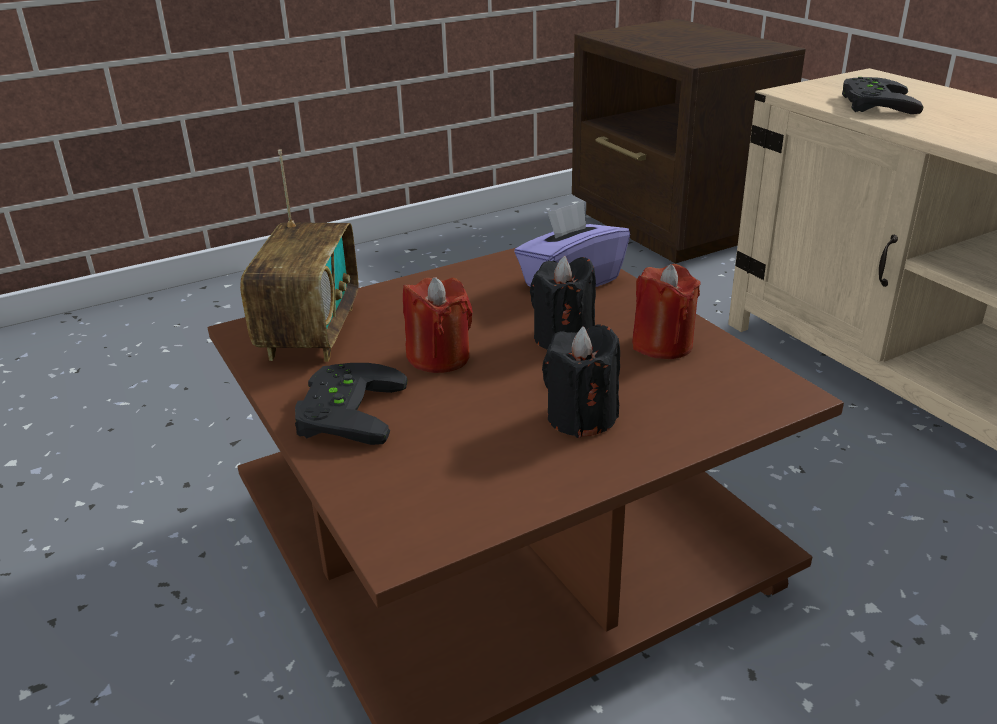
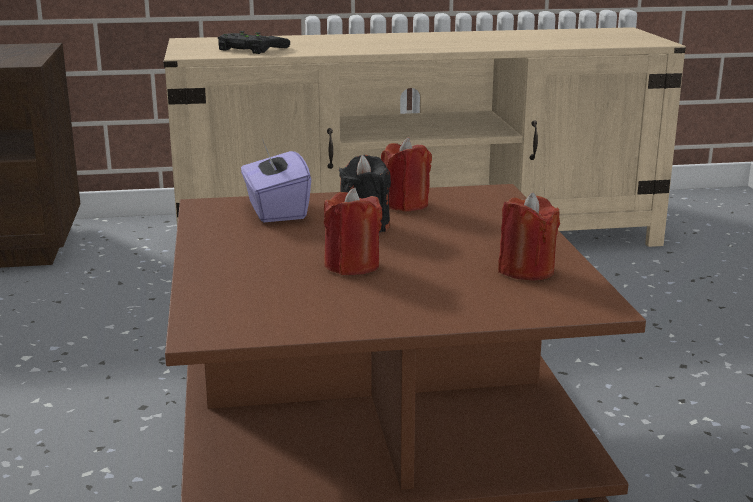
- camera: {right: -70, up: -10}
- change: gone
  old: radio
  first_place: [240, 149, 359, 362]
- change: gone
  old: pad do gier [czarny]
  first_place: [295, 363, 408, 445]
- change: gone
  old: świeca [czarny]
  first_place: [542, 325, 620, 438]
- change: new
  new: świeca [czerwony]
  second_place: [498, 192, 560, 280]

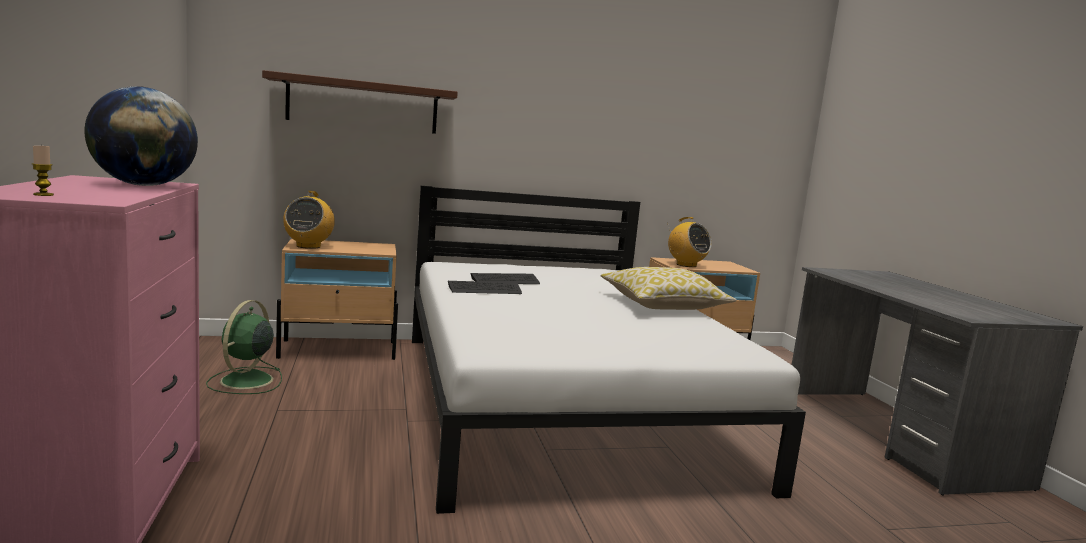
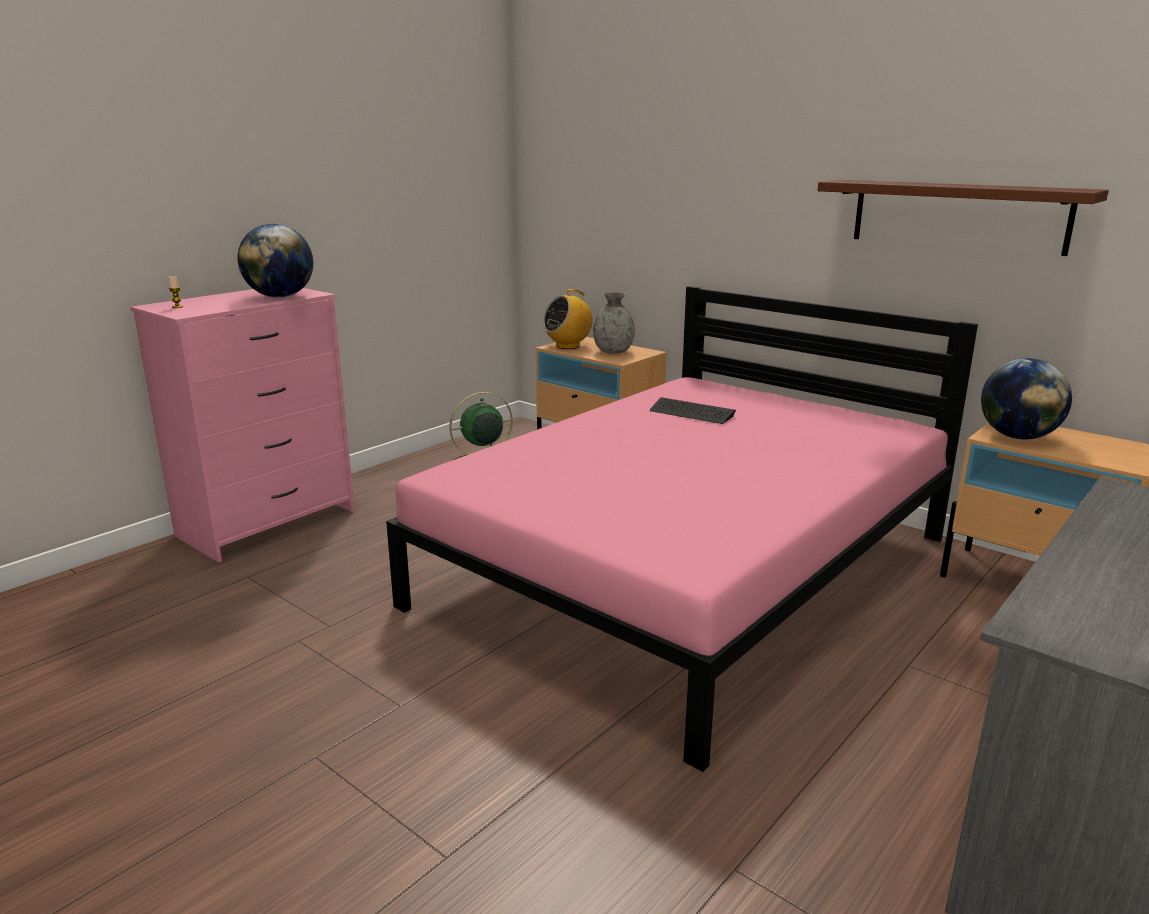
- camera: {right: 55, up: 10}
- change: shifted
  old: półka [brązowy]
  first_place: [262, 70, 458, 134]
  second_place: [818, 180, 1109, 256]
- change: repainted
  old: łóżko [biały]
  new: łóżko [różowy]
  first_place: [412, 186, 806, 514]
  second_place: [386, 286, 978, 772]
- change: gone
  old: klawiatura
  first_place: [448, 281, 522, 294]
- change: gone
  old: poduszka
  first_place: [601, 267, 737, 310]
- change: swapped
  old: radio
  new: globus
  first_place: [668, 217, 712, 267]
  second_place: [981, 358, 1072, 439]
- change: new
  new: wazon [szary]
  second_place: [593, 292, 635, 354]

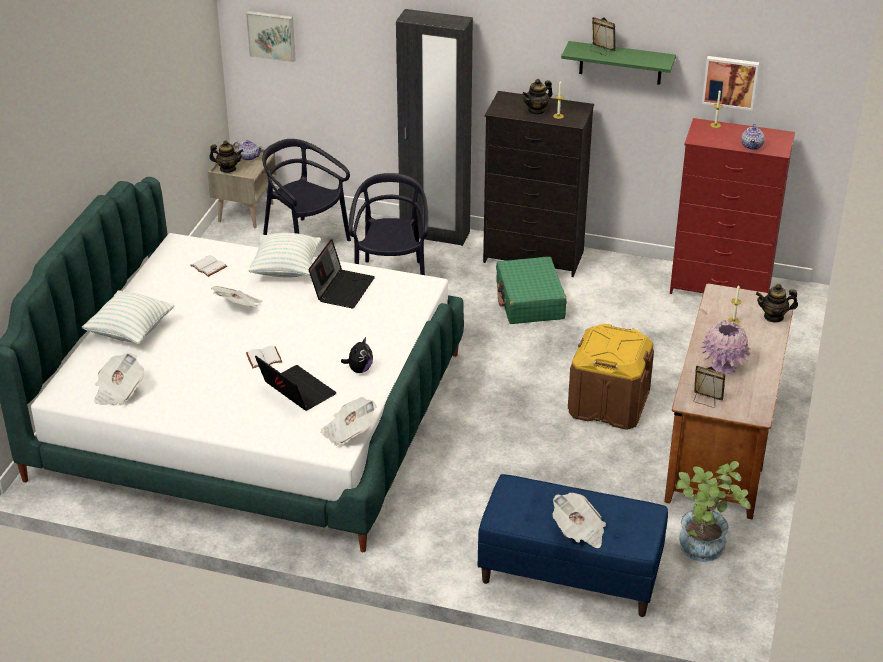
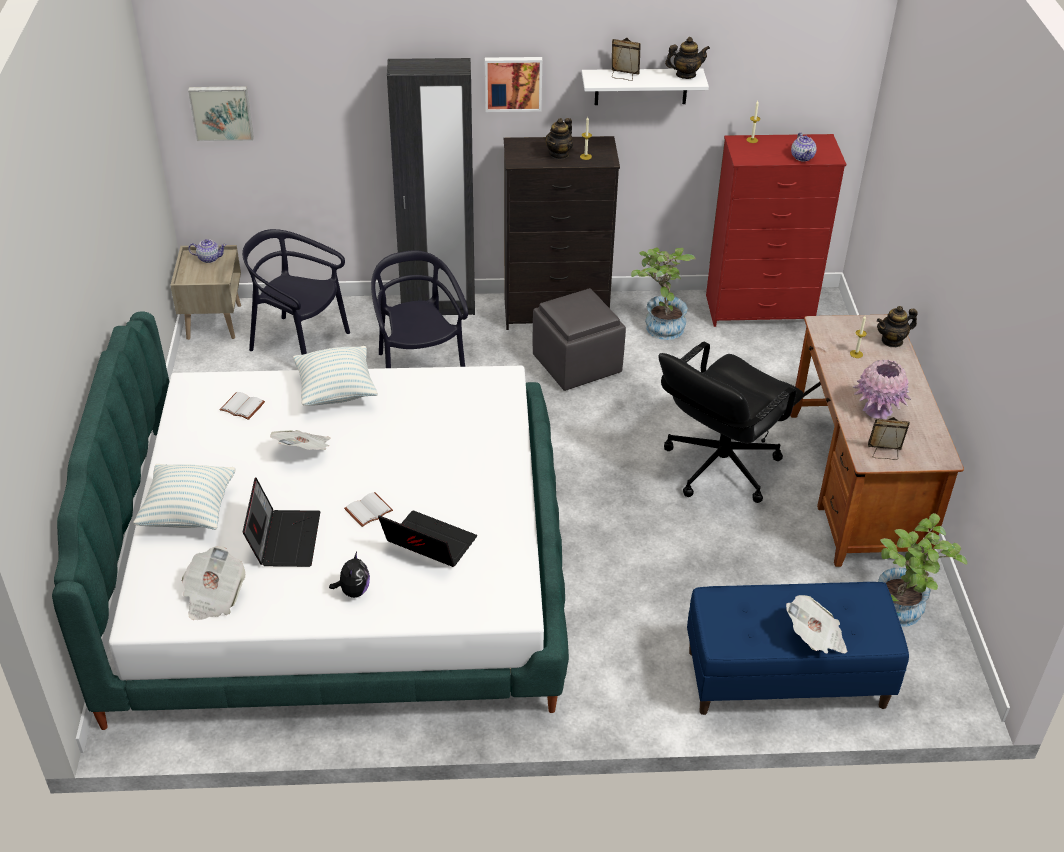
- camera: {right: -20, up: 5}
- change: shifted
  old: imbryk
  first_place: [209, 140, 243, 173]
  second_place: [665, 37, 710, 79]
- change: shifted
  old: laptop
  first_place: [308, 239, 375, 308]
  second_place: [243, 478, 321, 567]
- change: gone
  old: gazeta
  first_place: [321, 397, 377, 446]
- change: shifted
  old: pluszak
  first_place: [341, 337, 373, 373]
  second_place: [329, 552, 370, 598]
- change: swapped
  old: walizka [zielony]
  new: pufa [szary]
  first_place: [496, 257, 567, 324]
  second_place: [533, 288, 626, 391]
- change: repainted
  old: półka [zielony]
  new: półka [biały]
  first_place: [561, 41, 676, 85]
  second_place: [582, 69, 709, 105]
- change: swapped
  old: pojemnik do przechowywania [brązowy]
  new: krzesło biurowe [czarny]
  first_place: [568, 324, 654, 430]
  second_place: [658, 341, 804, 503]
- change: shifted
  old: obraz
  first_place: [702, 56, 759, 111]
  second_place: [485, 57, 542, 112]
- change: new
  new: roślina doniczkowa
  second_place: [631, 247, 696, 340]

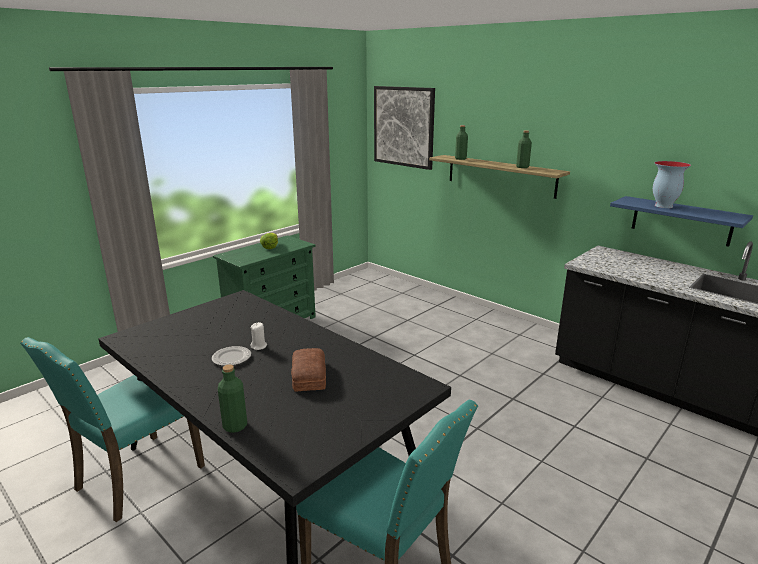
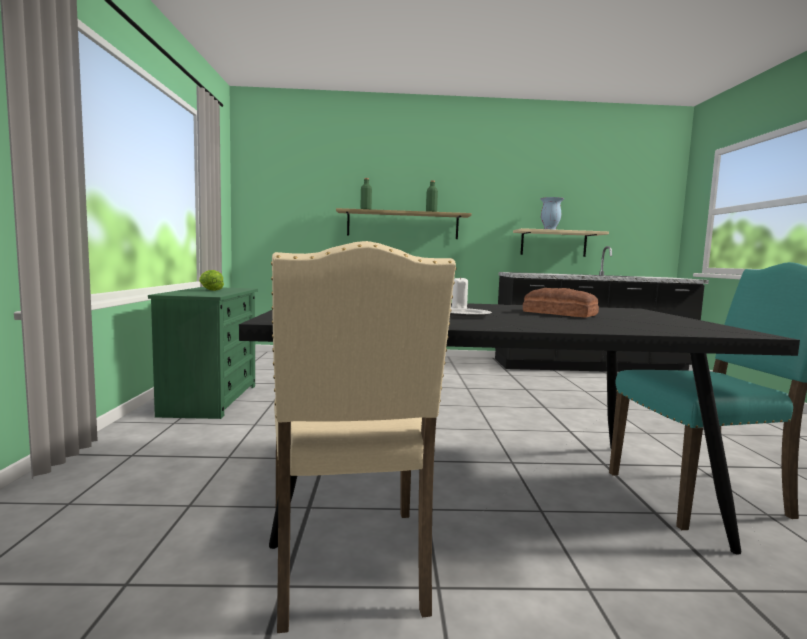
- camera: {right: -45, up: -15}
- change: repainted
  old: krzesło [turkusowy]
  new: krzesło [beżowy]
  first_place: [20, 337, 205, 522]
  second_place: [271, 241, 456, 633]
- change: gone
  old: butelka [zielony]
  first_place: [218, 364, 247, 433]
- change: gone
  old: obraz
  first_place: [374, 86, 435, 170]
- change: repainted
  old: półka [niebieski]
  new: półka [beżowy]
  first_place: [610, 196, 753, 247]
  second_place: [513, 228, 609, 257]

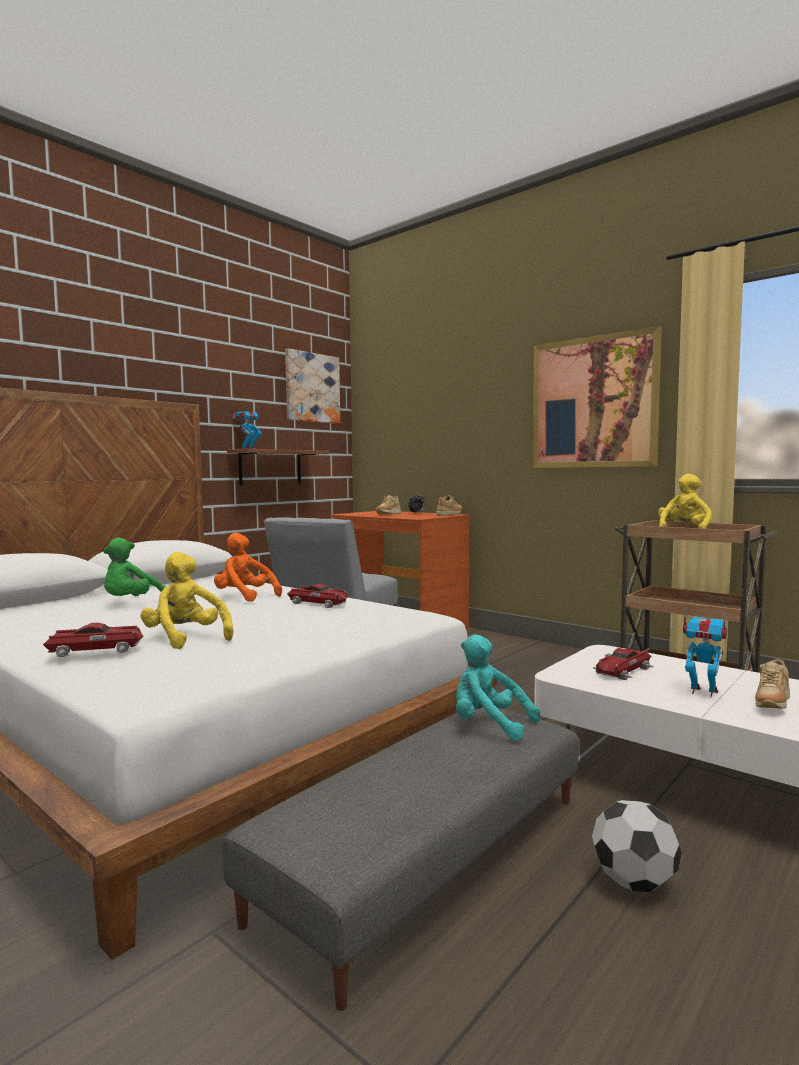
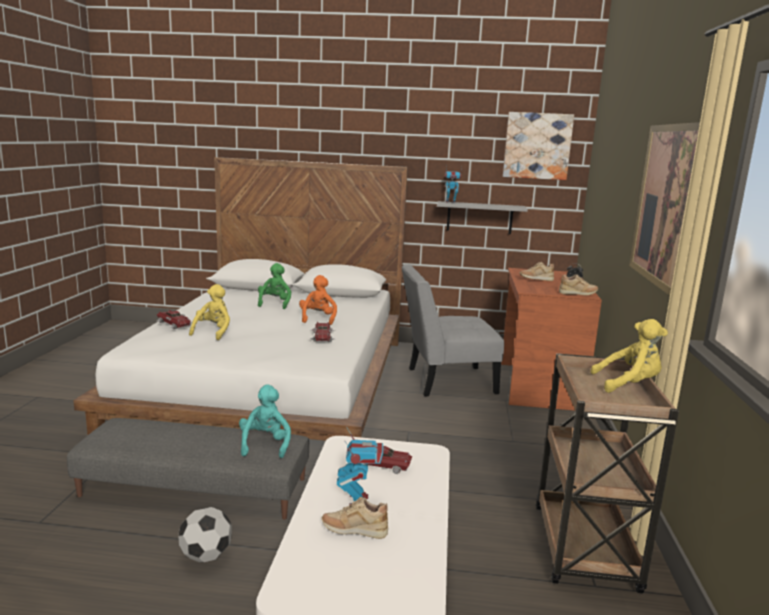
- camera: {right: 55, up: 10}
- change: rotated
  old: pluszak [zielony]
  first_place: [103, 538, 166, 596]
  second_place: [258, 263, 291, 309]
  degrees: 105
- change: repainted
  old: półka [brązowy]
  new: półka [szary]
  first_place: [227, 449, 329, 485]
  second_place: [437, 201, 528, 234]

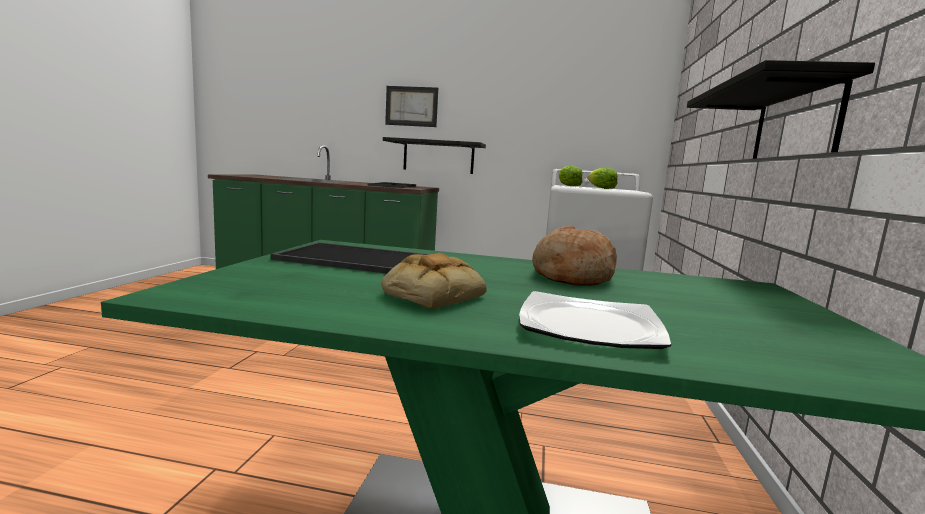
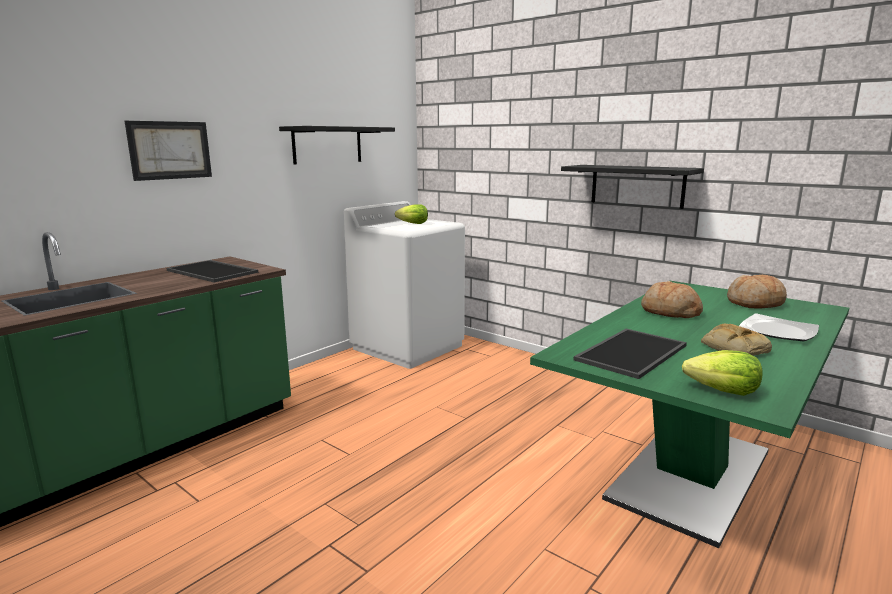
- camera: {right: -60, up: 5}
- change: shifted
  old: półka [czarny]
  first_place: [383, 137, 486, 174]
  second_place: [279, 126, 395, 164]
- change: shifted
  old: sałata
  first_place: [558, 166, 583, 186]
  second_place: [682, 350, 763, 396]
- change: new
  new: chleb
  second_place: [727, 275, 787, 308]

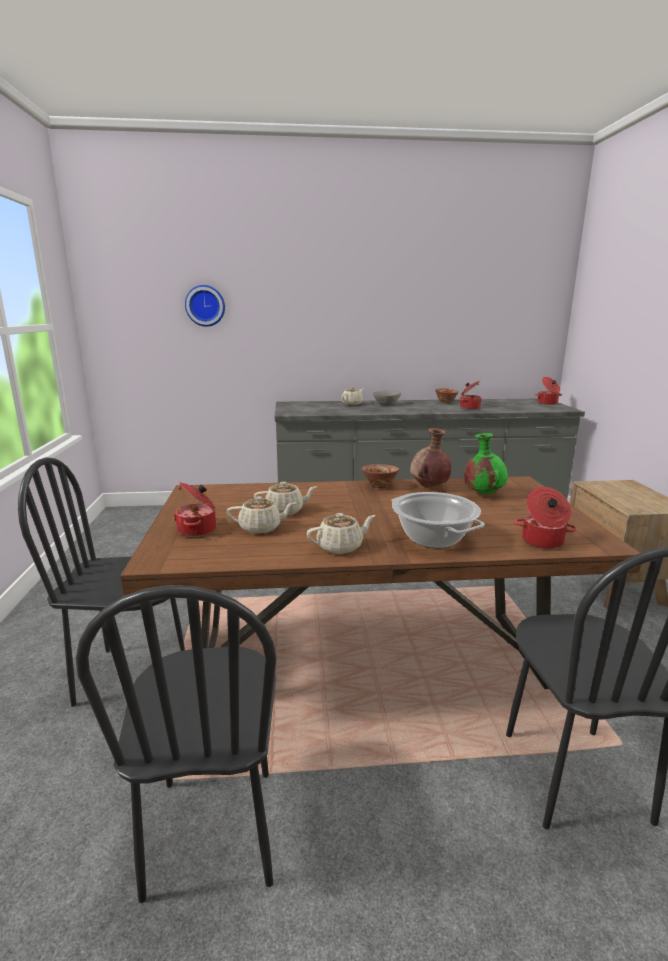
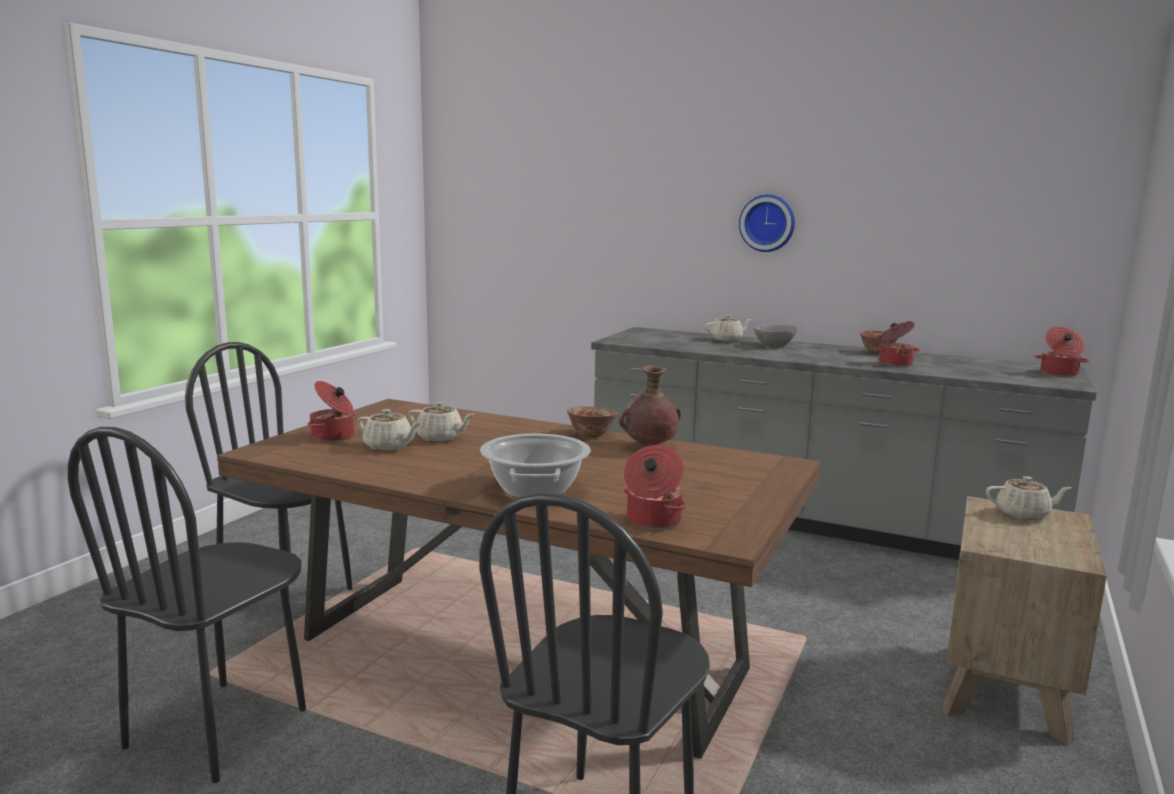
- camera: {right: 30, up: -5}
- change: shifted
  old: zegar ścienny
  first_place: [185, 285, 225, 327]
  second_place: [739, 194, 795, 252]
- change: shifted
  old: imbryk [beżowy]
  first_place: [306, 513, 376, 554]
  second_place: [986, 476, 1072, 520]
- change: gone
  old: wazon [zielony]
  first_place: [464, 433, 508, 494]

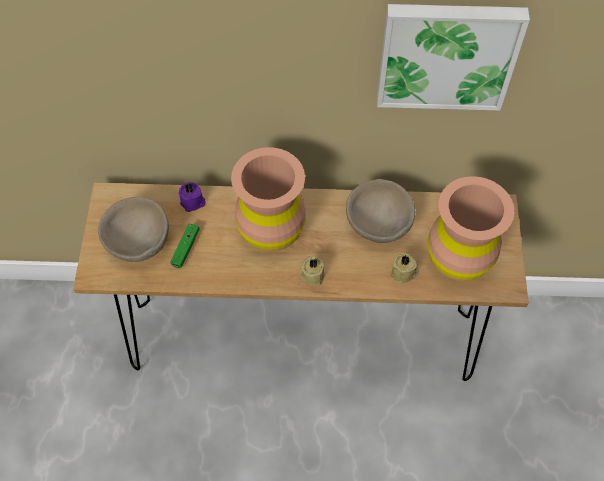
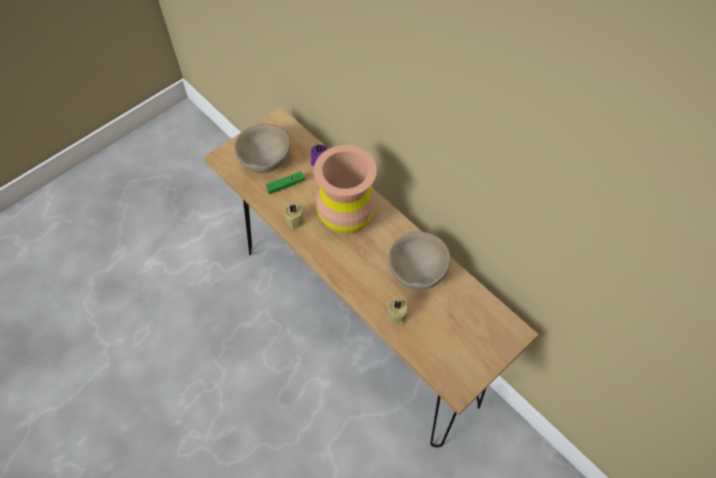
- camera: {right: 45, up: 0}
- change: shifted
  old: świeca [beżowy]
  first_place: [301, 256, 325, 286]
  second_place: [284, 204, 304, 229]
- change: gone
  old: obraz
  first_place: [377, 4, 530, 111]
- change: gone
  old: wazon [brązowy]
  first_place: [428, 176, 514, 281]

